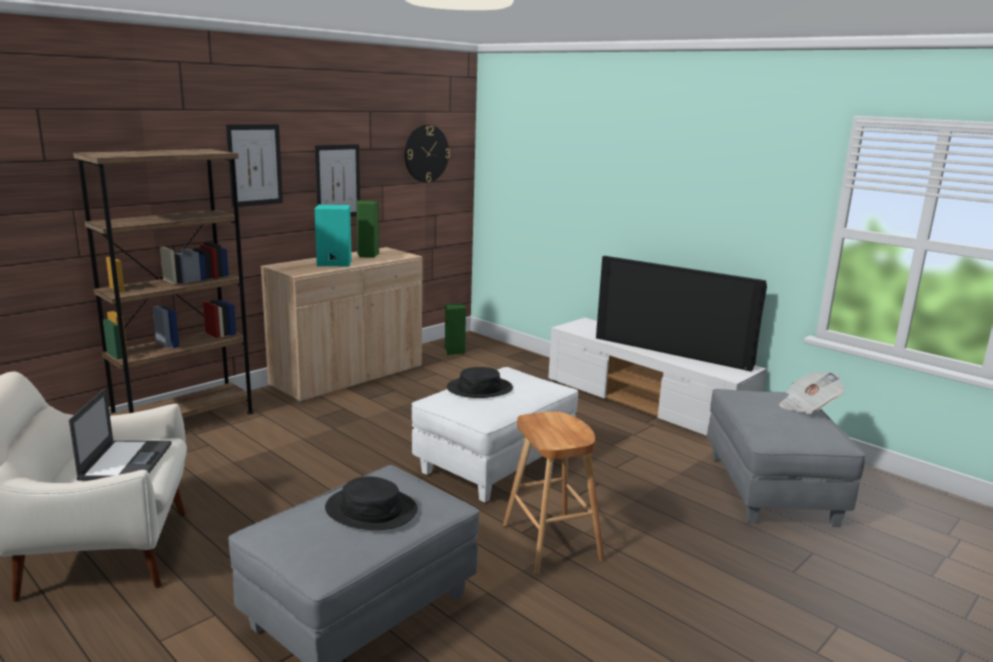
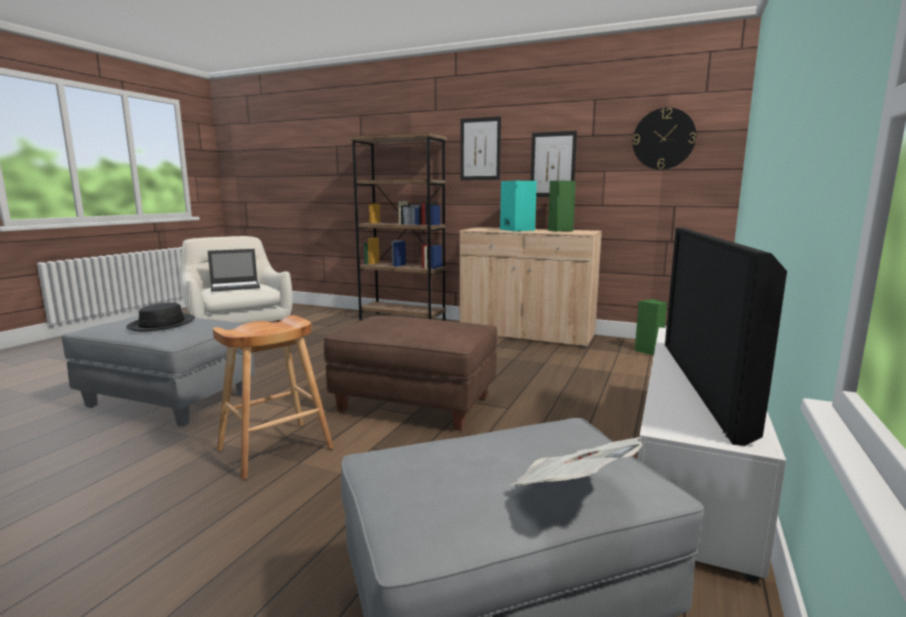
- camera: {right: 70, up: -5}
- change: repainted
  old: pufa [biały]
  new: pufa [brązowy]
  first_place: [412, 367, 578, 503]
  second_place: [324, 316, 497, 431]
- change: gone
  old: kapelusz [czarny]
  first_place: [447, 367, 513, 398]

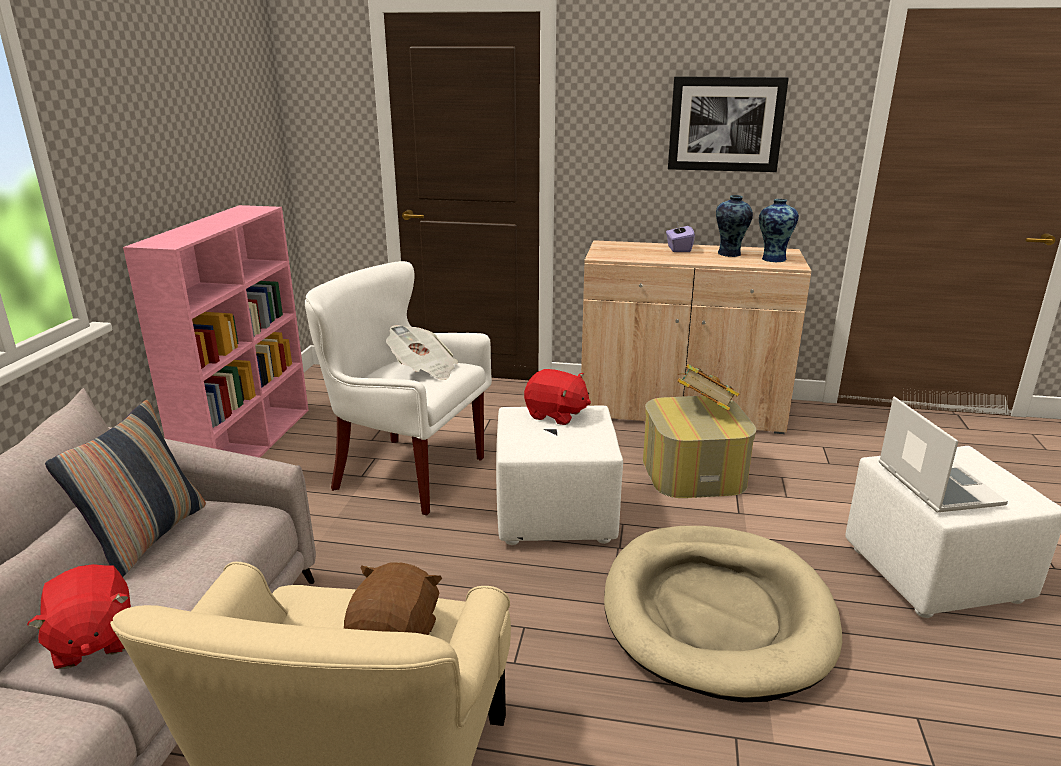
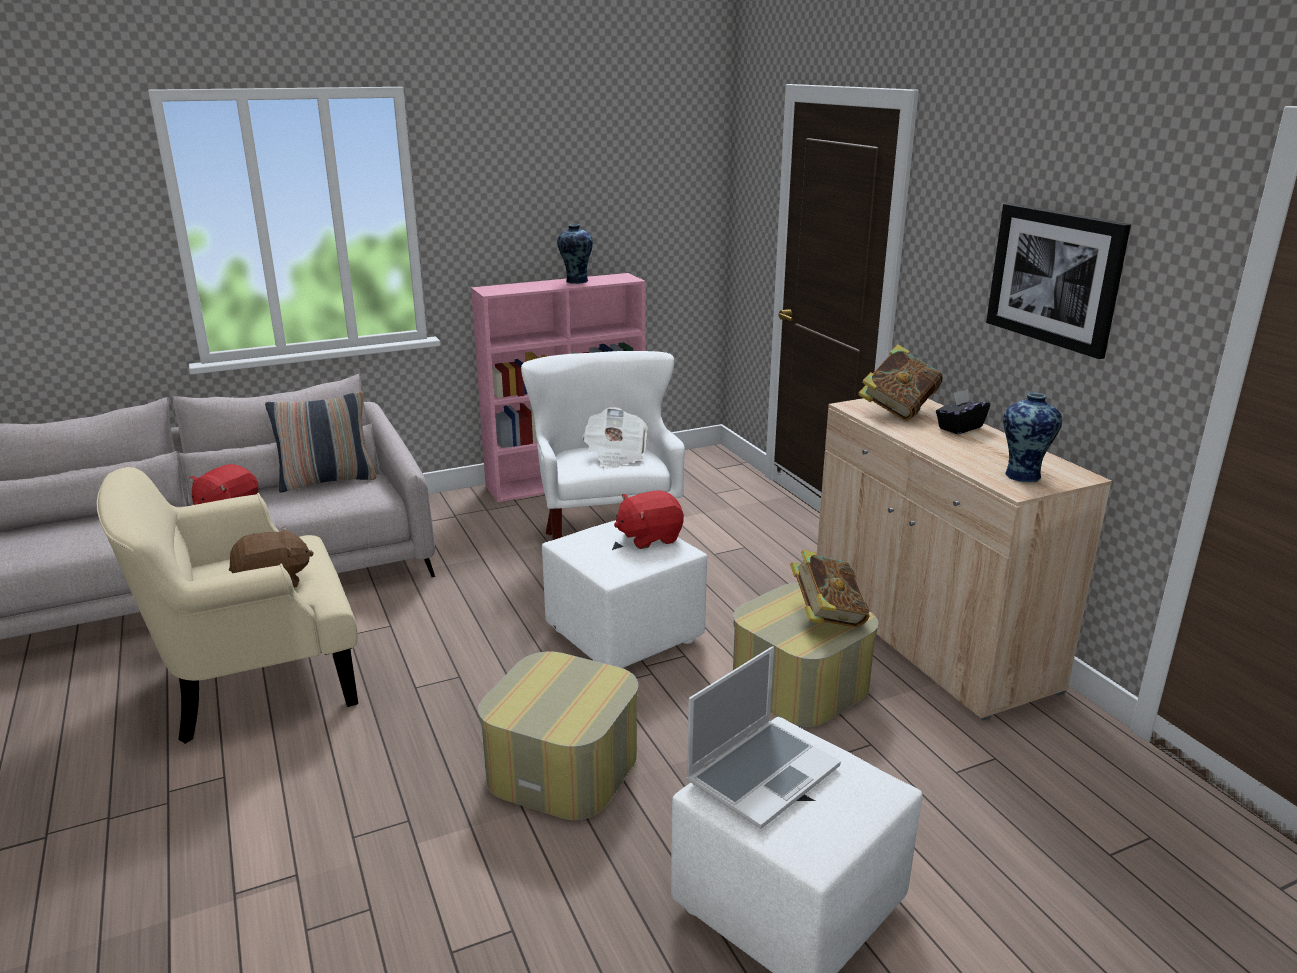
- camera: {right: 55, up: 0}
- change: rotated
  old: pluszak [czerwony]
  first_place: [524, 369, 591, 425]
  second_place: [614, 490, 684, 549]
  degrees: 75
- change: swapped
  old: legowisko [beżowy]
  new: pufa
  first_place: [604, 526, 842, 702]
  second_place: [478, 651, 638, 820]
- change: repainted
  old: pudełko chusteczek [fioletowy]
  new: pudełko chusteczek [czarny]
  first_place: [666, 222, 695, 252]
  second_place: [936, 389, 990, 434]
- change: shifted
  old: wazon
  first_place: [716, 195, 753, 257]
  second_place: [557, 224, 593, 284]
- change: new
  new: książka
  second_place: [858, 344, 943, 421]

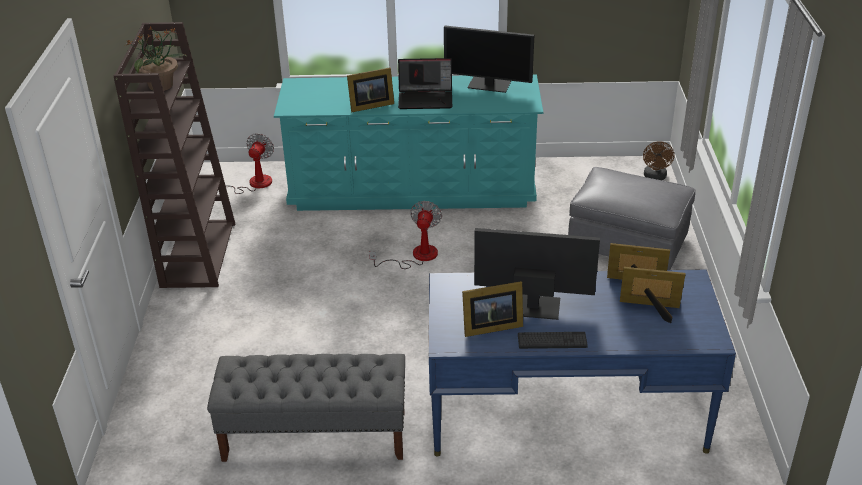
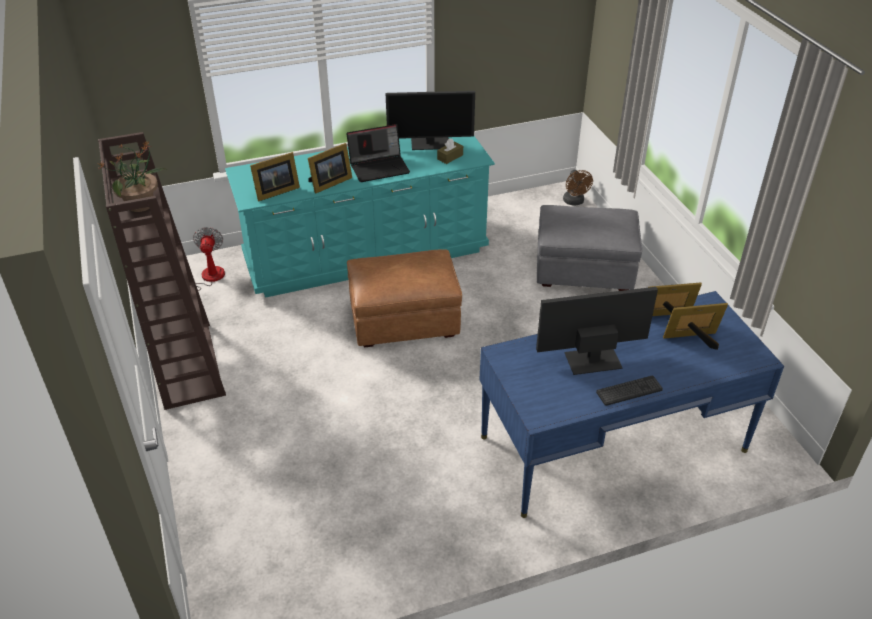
- camera: {right: -20, up: 5}
- change: gone
  old: ławka [szary]
  first_place: [207, 354, 405, 462]
- change: swapped
  old: wentylator
  new: pufa [brązowy]
  first_place: [369, 201, 442, 269]
  second_place: [347, 249, 462, 347]
- change: shifted
  old: ramka na zdjęcie
  first_place: [462, 281, 523, 337]
  second_place: [250, 152, 300, 201]
- change: new
  new: pudełko chusteczek [brązowy]
  second_place: [437, 139, 463, 164]

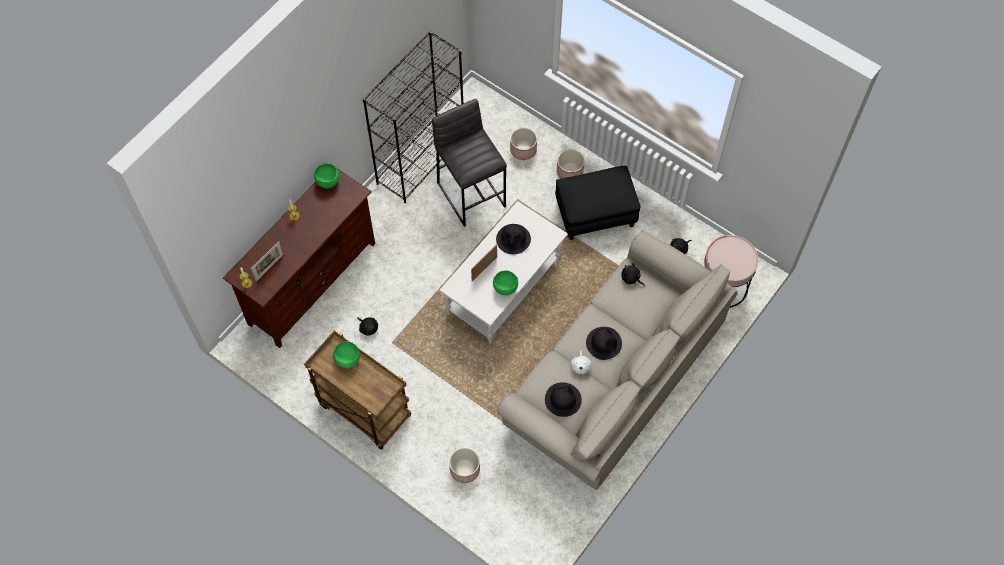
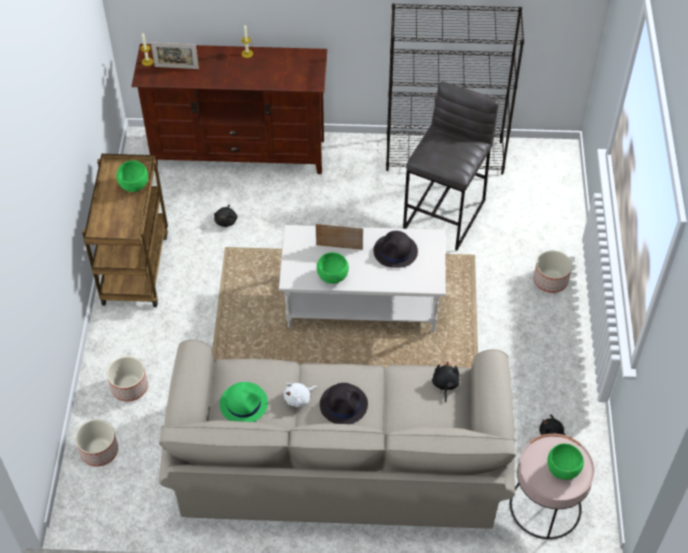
- camera: {right: 55, up: -10}
- change: shifted
  old: miska [zielony]
  first_place: [314, 163, 340, 188]
  second_place: [547, 443, 584, 480]
- change: shifted
  old: donica
  first_place: [510, 127, 537, 160]
  second_place: [75, 419, 118, 467]
- change: repainted
  old: kapelusz [czarny]
  new: kapelusz [zielony]
  first_place: [545, 382, 582, 417]
  second_place: [220, 382, 268, 422]
- change: gone
  old: pufa [czarny]
  first_place: [555, 166, 641, 240]

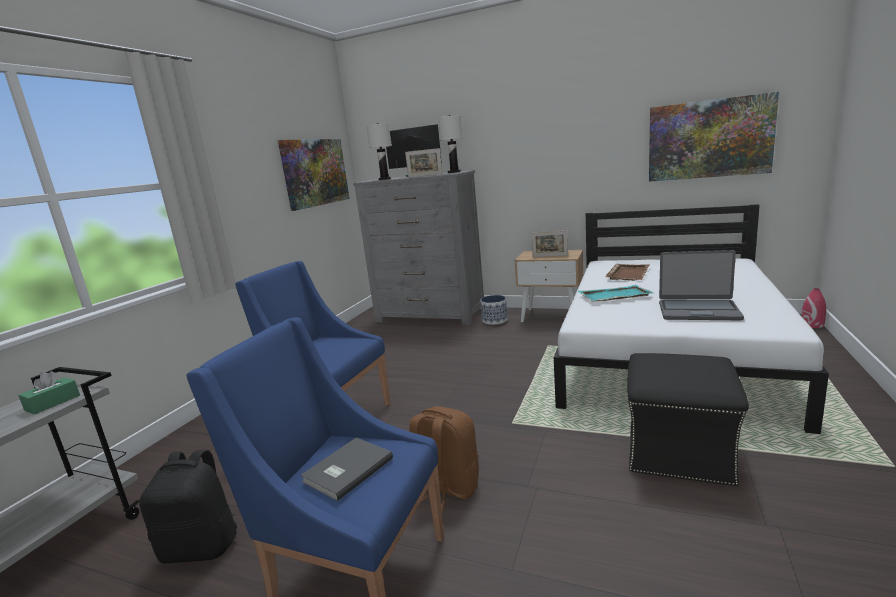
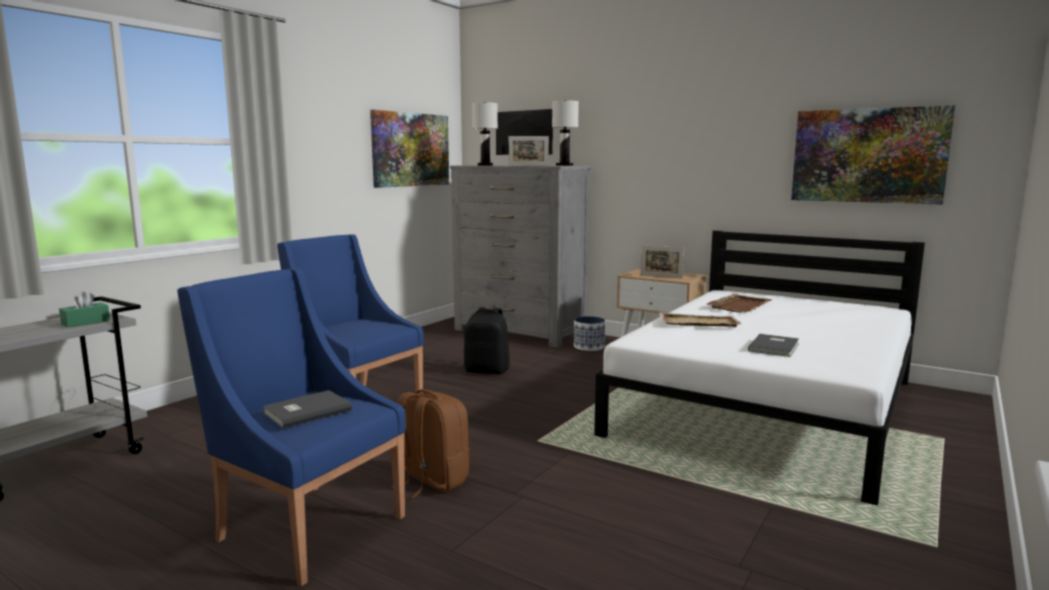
- camera: {right: 10, up: -5}
- change: shifted
  old: plecak [czarny]
  first_place: [139, 450, 237, 563]
  second_place: [464, 307, 510, 374]
- change: repainted
  old: taca [turkusowy]
  new: taca [beżowy]
  first_place: [578, 285, 654, 301]
  second_place: [659, 312, 742, 327]
- change: gone
  old: pufa [czarny]
  first_place: [627, 353, 749, 486]
- change: swapped
  old: laptop
  new: książka [szary]
  first_place: [659, 250, 744, 320]
  second_place: [748, 334, 799, 357]
- change: gone
  old: wazon [czerwony]
  first_place: [801, 288, 826, 328]

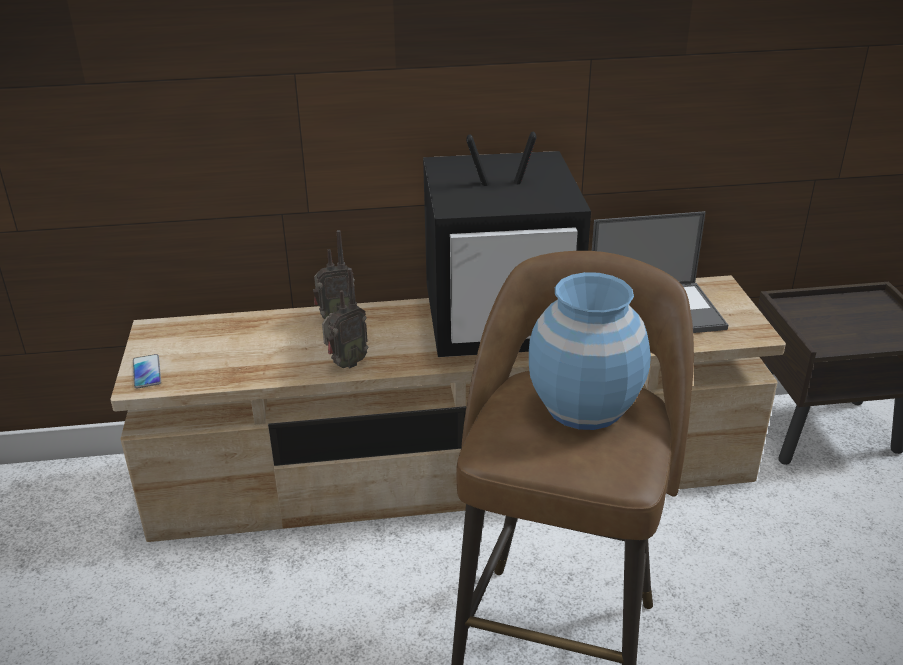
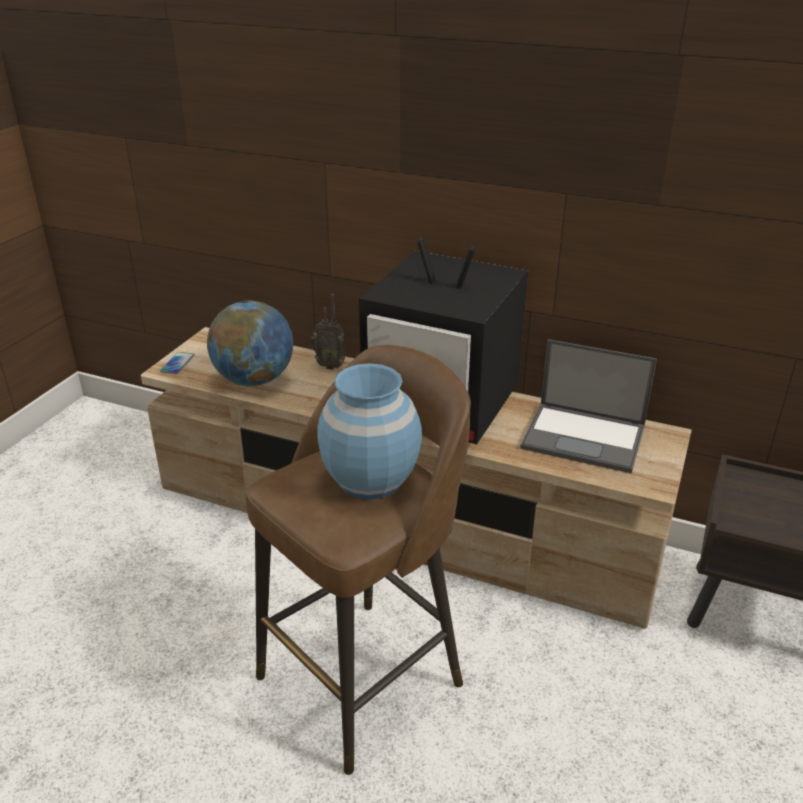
- camera: {right: 30, up: 0}
- change: gone
  old: radio
  first_place: [322, 268, 368, 368]
- change: new
  new: globus
  second_place: [207, 301, 293, 386]

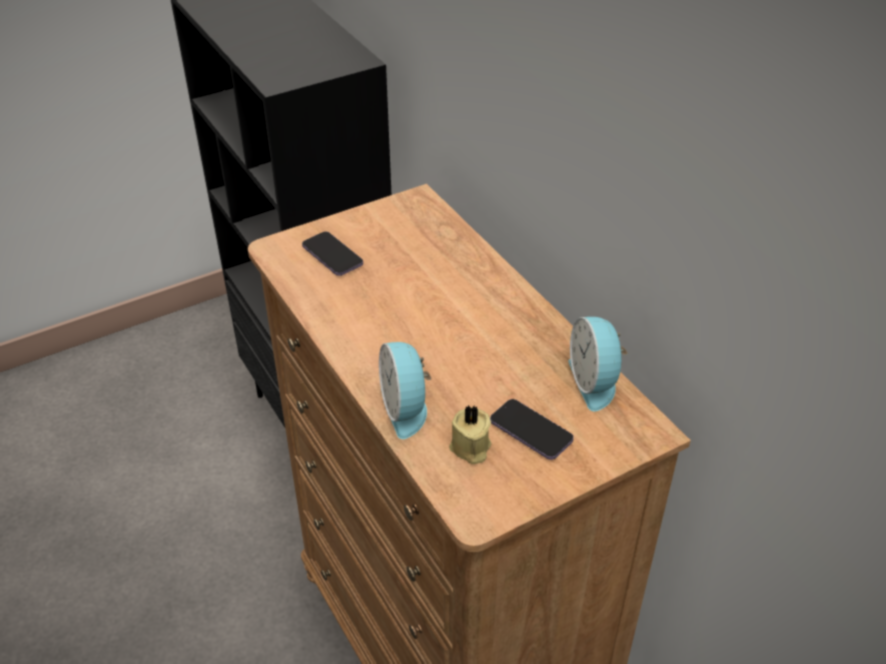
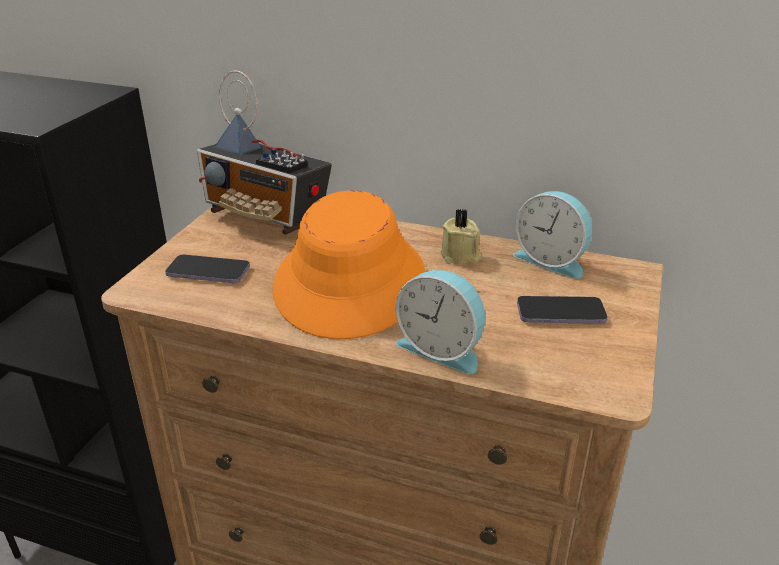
- camera: {right: -40, up: -10}
- change: shifted
  old: świeca [beżowy]
  first_place: [449, 405, 492, 464]
  second_place: [440, 209, 481, 264]
- change: new
  new: radio
  second_place: [197, 70, 332, 235]
- change: new
  new: kapelusz [pomarańczowy]
  second_place: [273, 190, 426, 339]

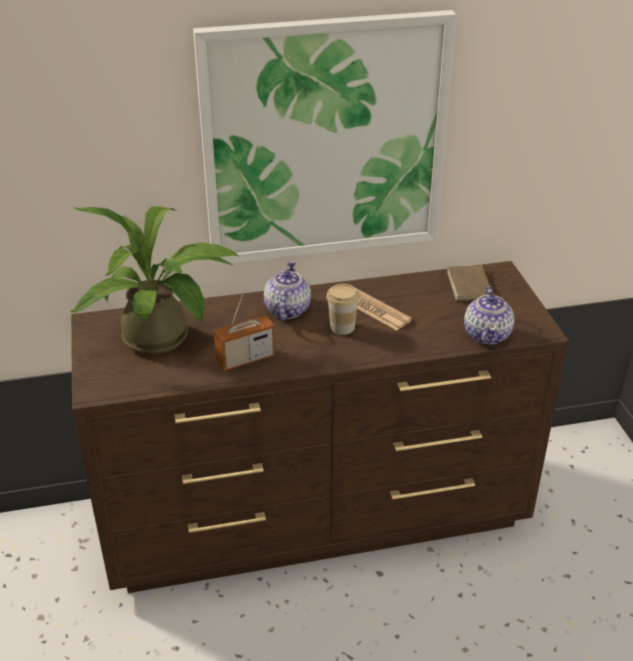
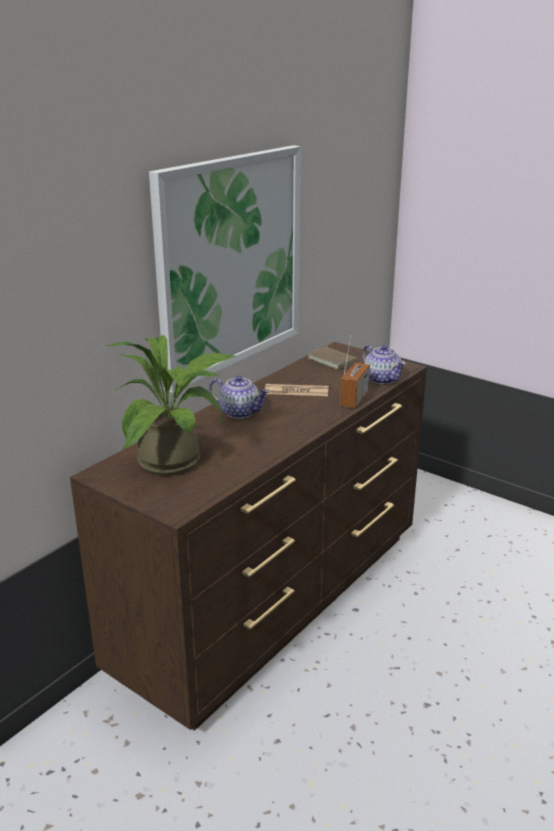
- camera: {right: -40, up: -10}
- change: shifted
  old: radio
  first_place: [214, 282, 275, 371]
  second_place: [340, 335, 370, 408]
- change: rotated
  old: imbryk
  first_place: [264, 261, 311, 321]
  second_place: [209, 376, 270, 419]
  degrees: 150
- change: gone
  old: filiżanka
  first_place: [326, 284, 360, 335]

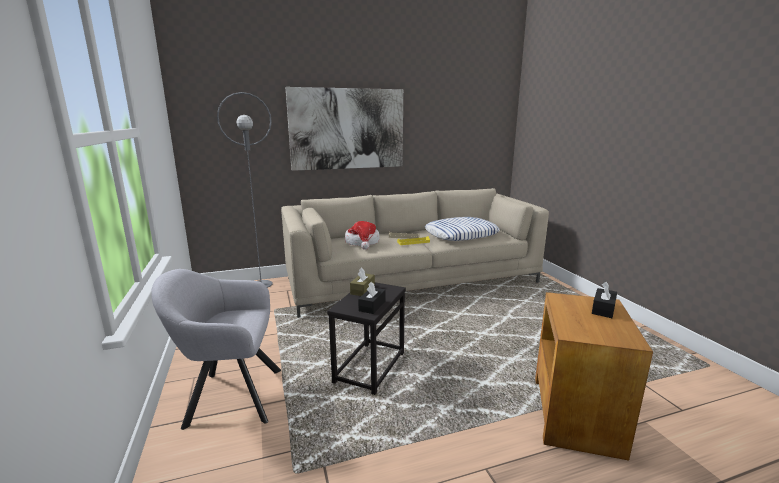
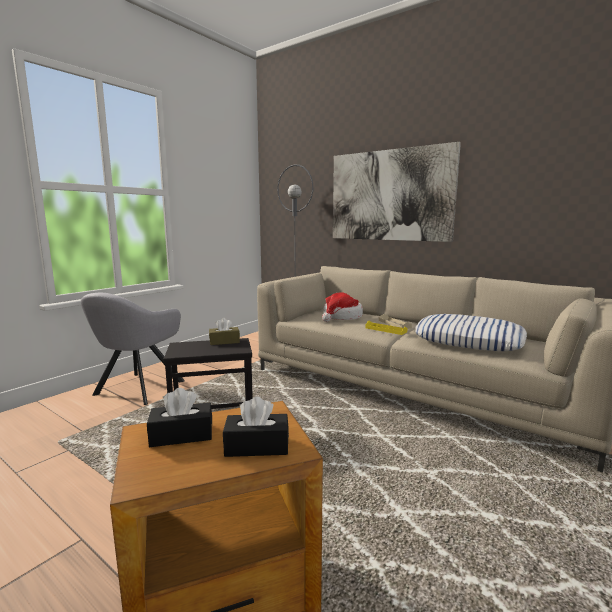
- camera: {right: 55, up: -5}
- change: rotated
  old: fotel [szary]
  first_place: [151, 269, 281, 430]
  second_place: [81, 293, 185, 405]
  degrees: -120
- change: shifted
  old: pudełko chusteczek [czarny]
  first_place: [358, 282, 386, 314]
  second_place: [147, 388, 212, 447]

